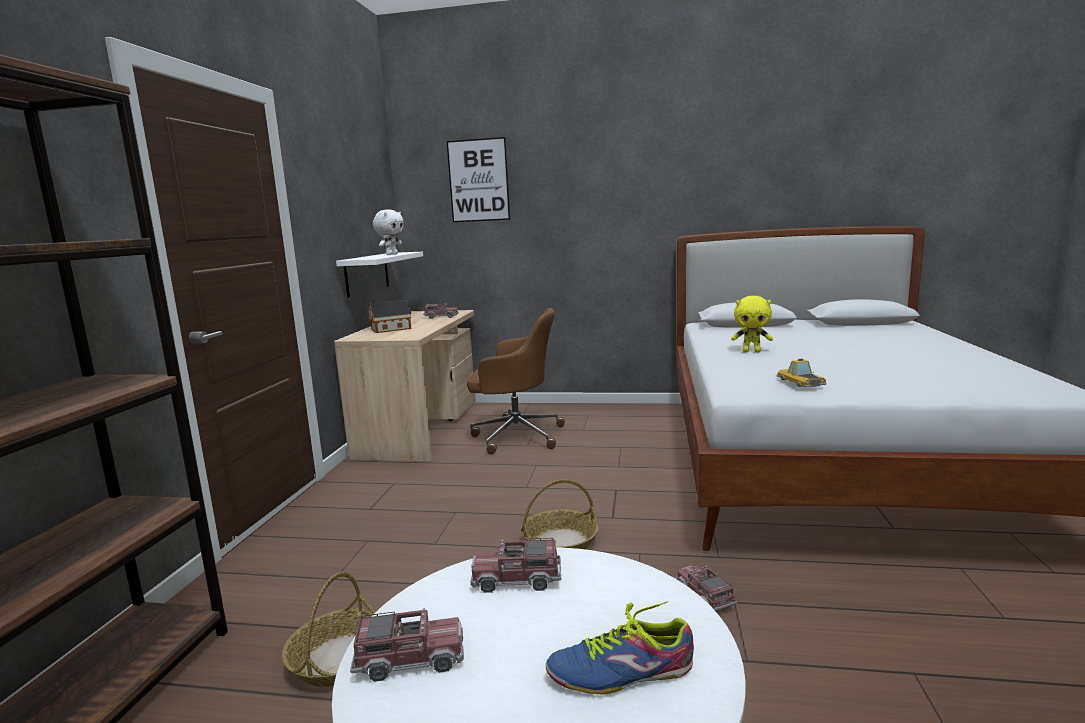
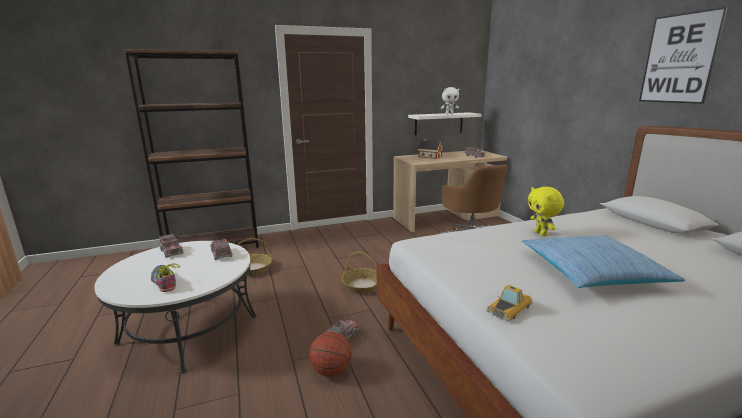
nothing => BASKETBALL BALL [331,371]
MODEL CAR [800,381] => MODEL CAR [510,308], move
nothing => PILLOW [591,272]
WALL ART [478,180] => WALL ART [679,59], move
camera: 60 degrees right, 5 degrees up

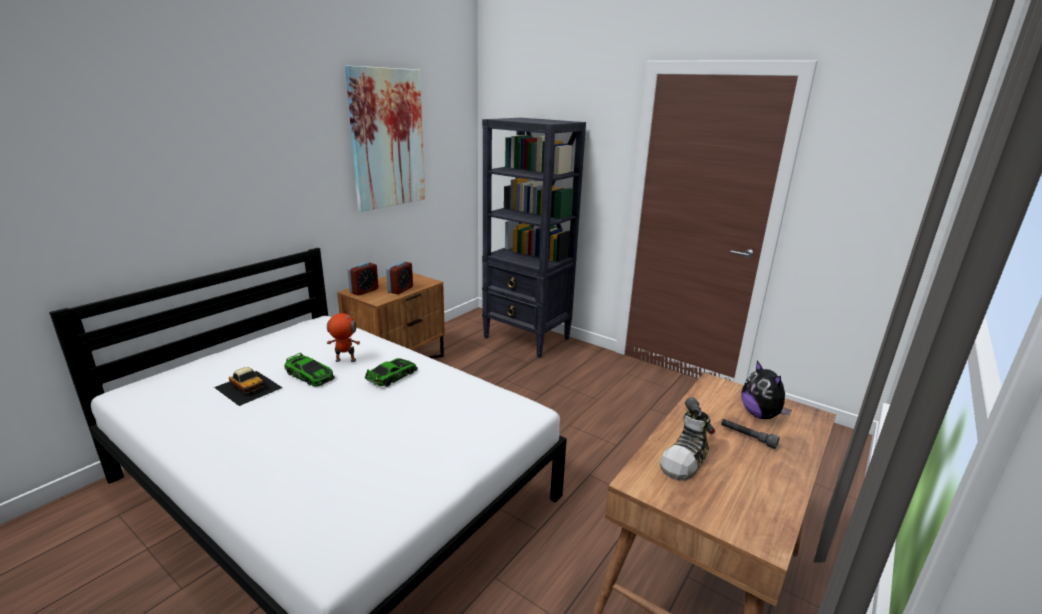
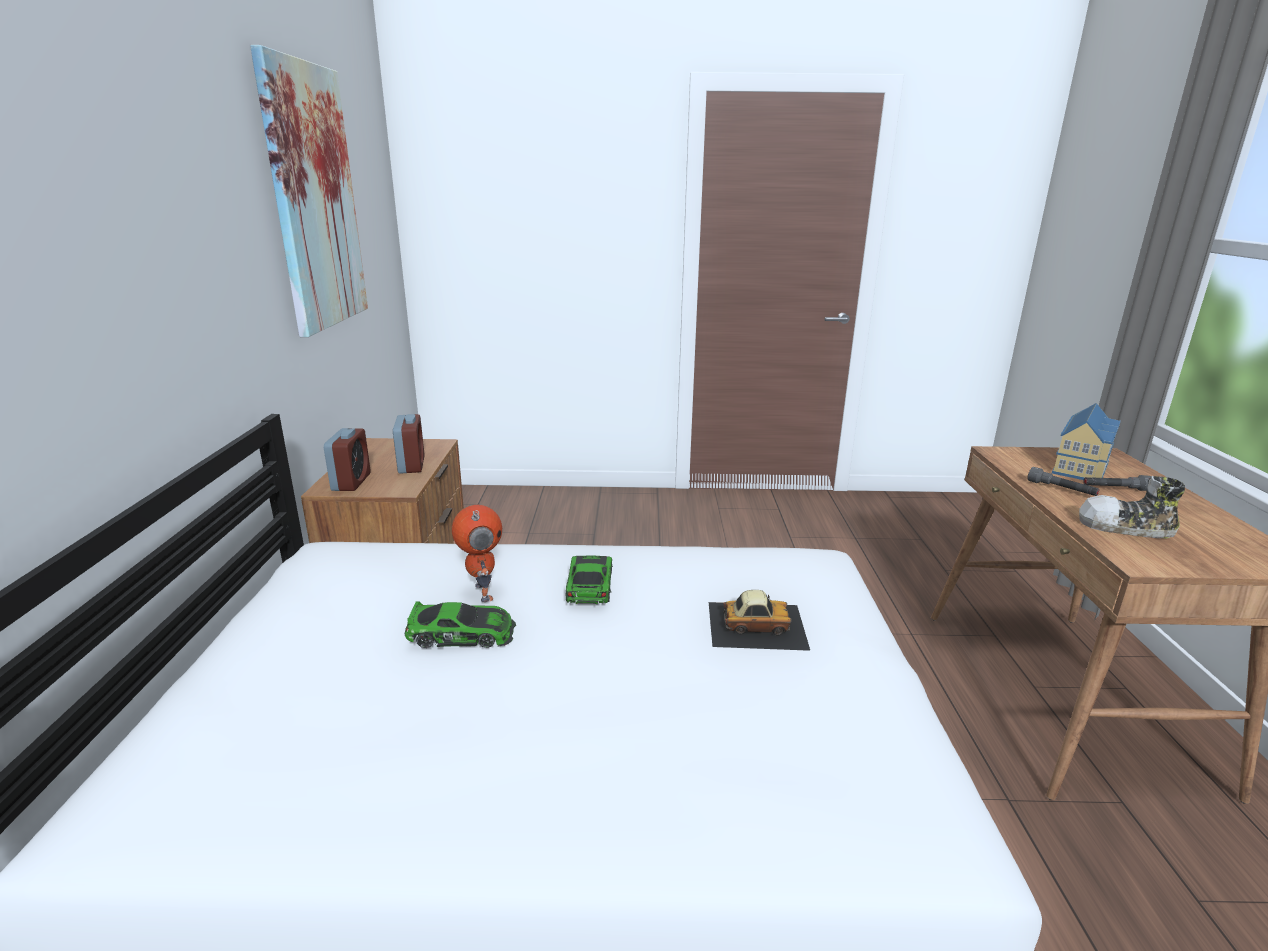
MODEL ROBOT [345,361] => MODEL ROBOT [481,592], 105 degrees clockwise
MODEL CAR [248,387] => MODEL CAR [756,624], move
SOFT TOY [760,415] => MINIATURE HOUSE [1082,467]
ITEM OF FOOTWEAR [686,461] => ITEM OF FOOTWEAR [1126,527], 105 degrees clockwise
BLACKISH BOOKSHELF [527,338] => nothing
camera: 35 degrees left, 0 degrees up

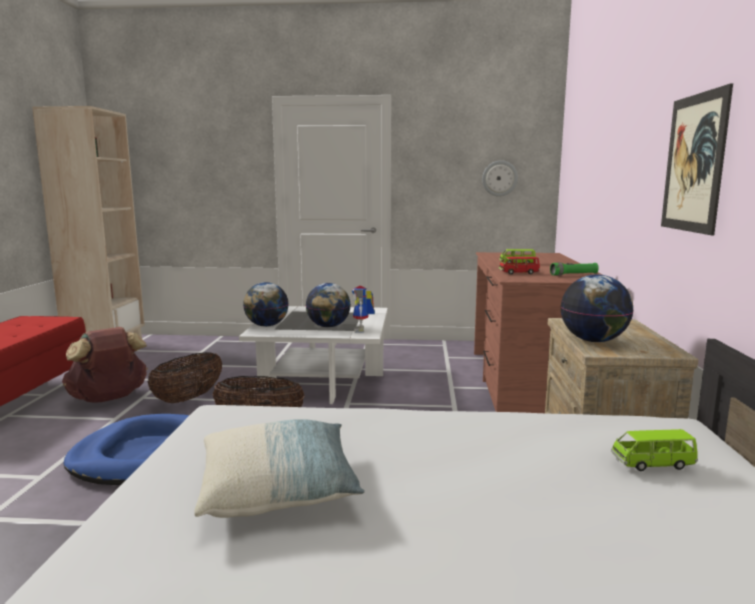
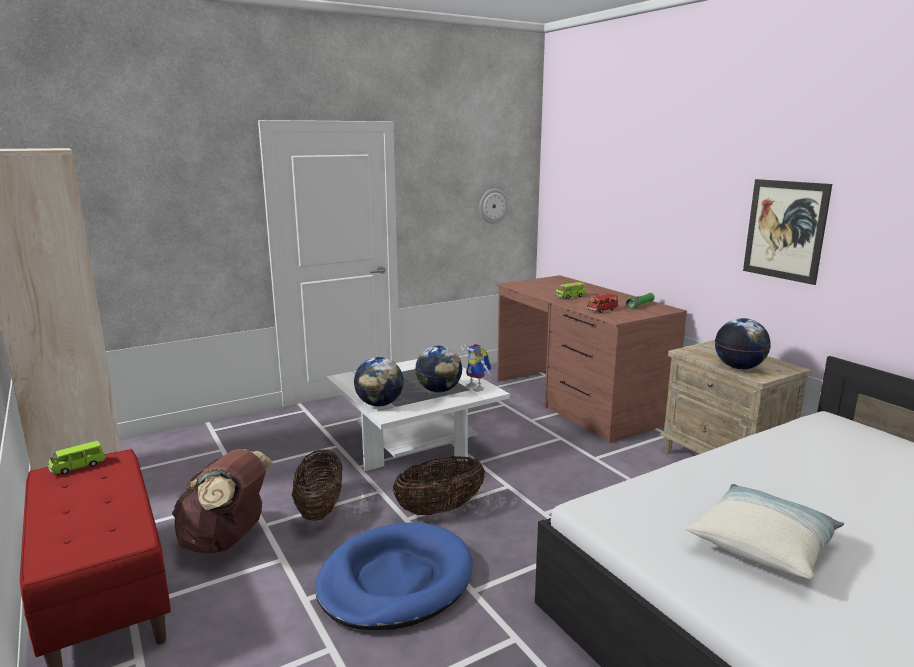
GREEN-COLOURED MODEL CAR [652,463] => GREEN-COLOURED MODEL CAR [78,467], move
camera: 35 degrees left, 5 degrees up

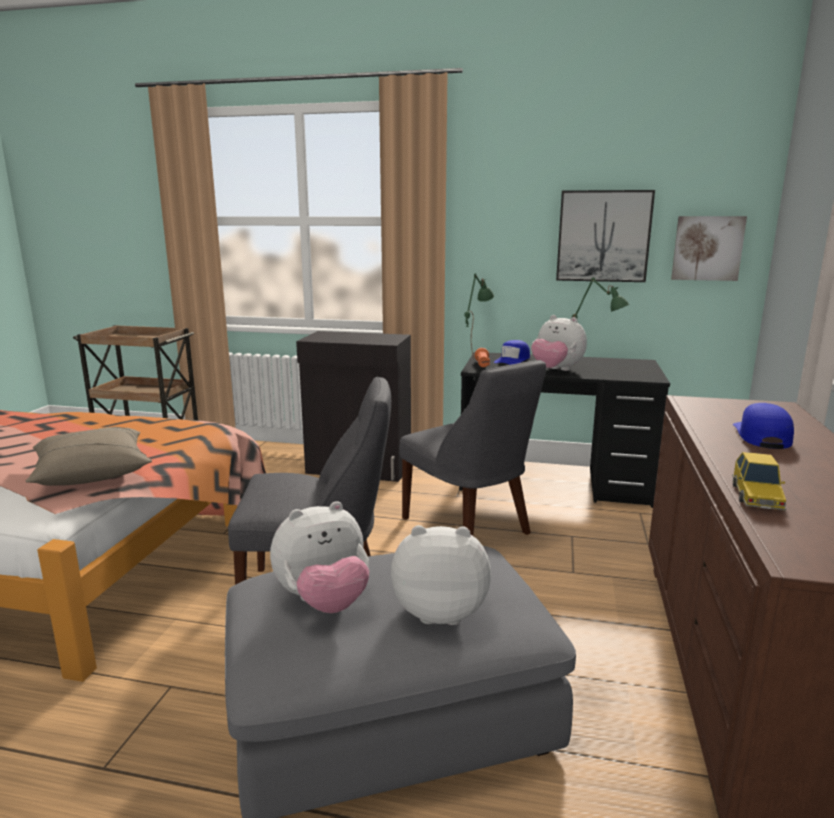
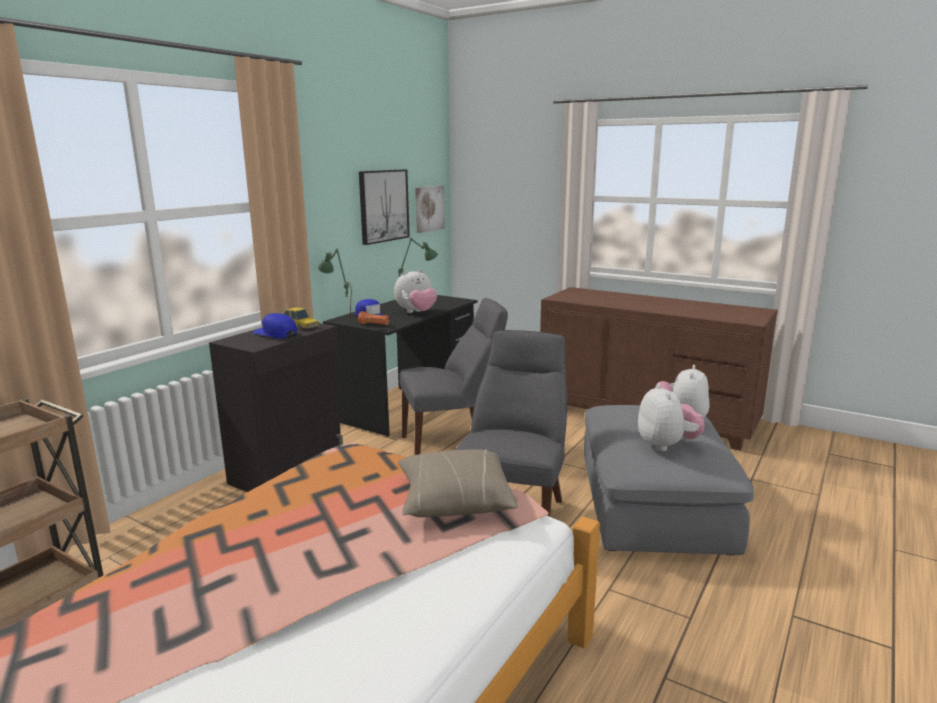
BLUE-COLOURED CAP [761,436] => BLUE-COLOURED CAP [275,334], move
MODEL CAR [757,496] => MODEL CAR [301,326], move
camera: 70 degrees left, 0 degrees up

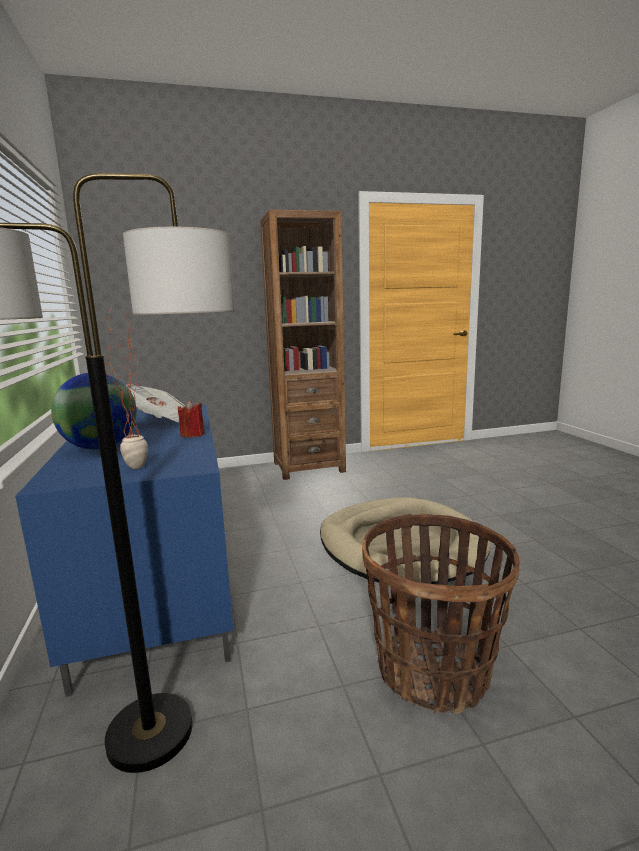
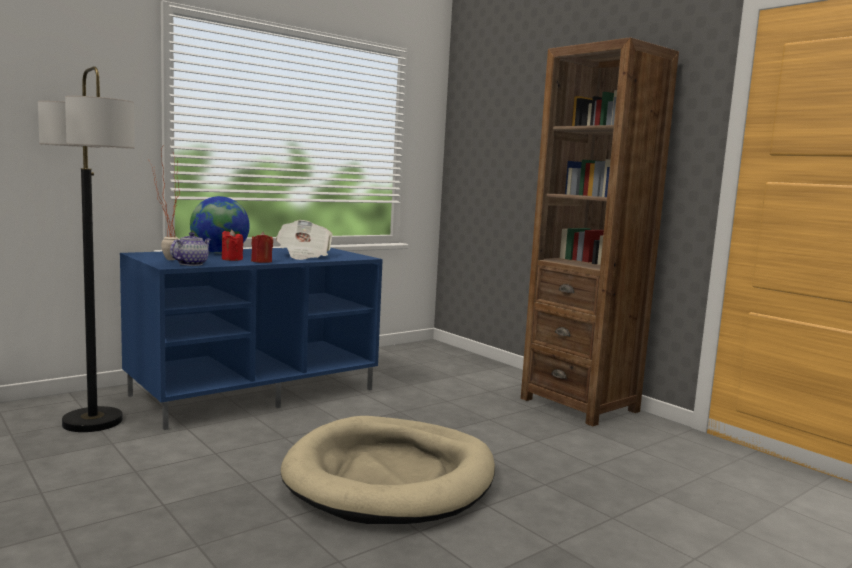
nothing => TEAPOT [191,264]
nothing => RED-COLOURED CANDLE [232,259]
STORAGE BASKET [433,671] => nothing
camera: 65 degrees right, 5 degrees down

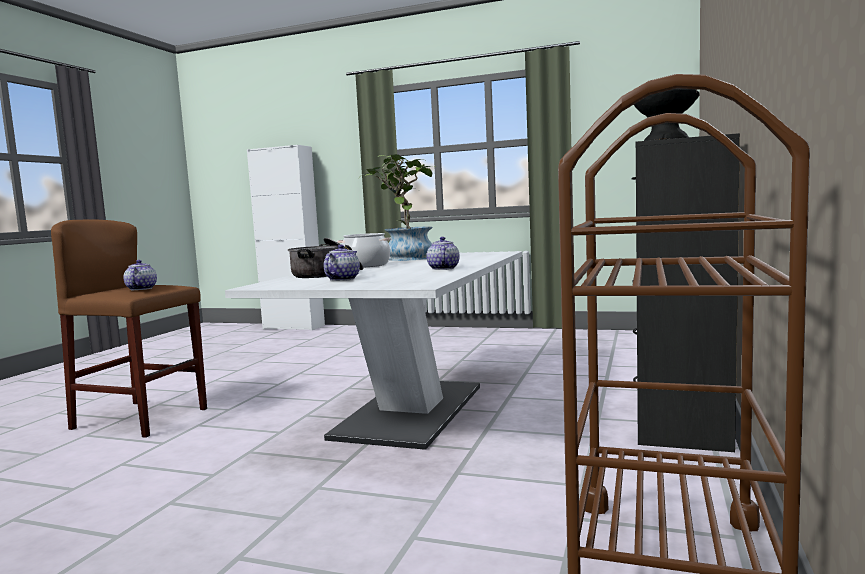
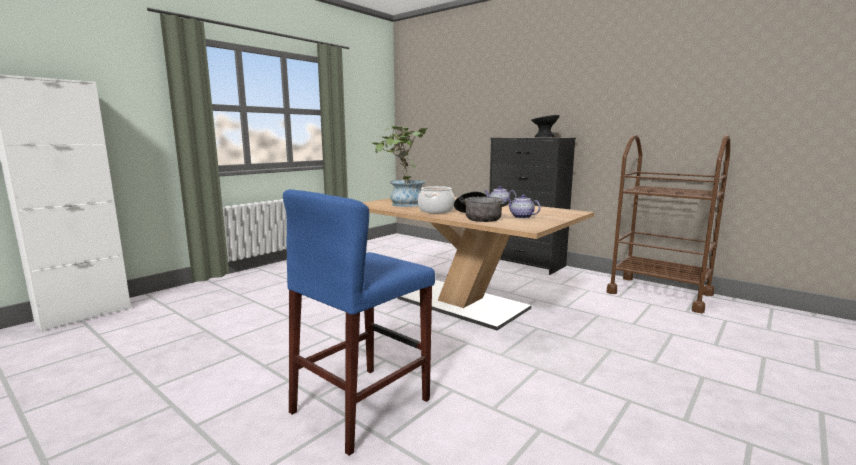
BROWN STOOL SEAT [141,418] => BLUE-COLOURED STOOL SEAT [361,406]
WHITE DINNER TABLE [410,411] => BROWN DINNER TABLE [462,303]
TEAPOT [141,289] => nothing
camera: 70 degrees left, 5 degrees up

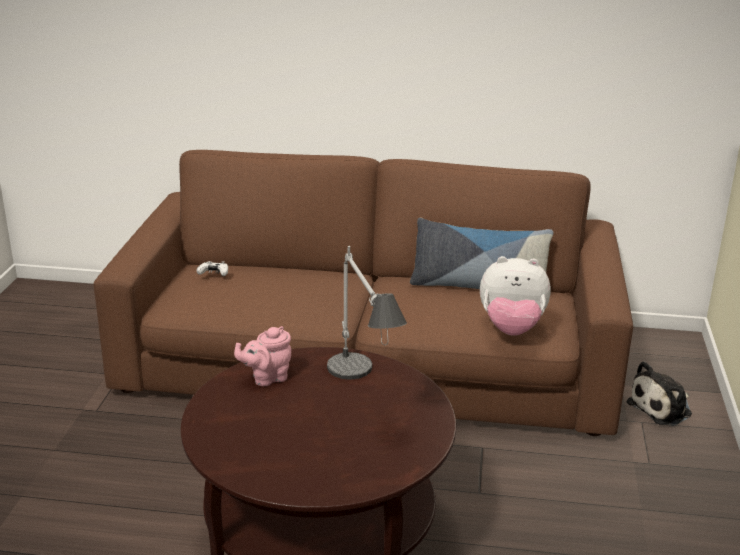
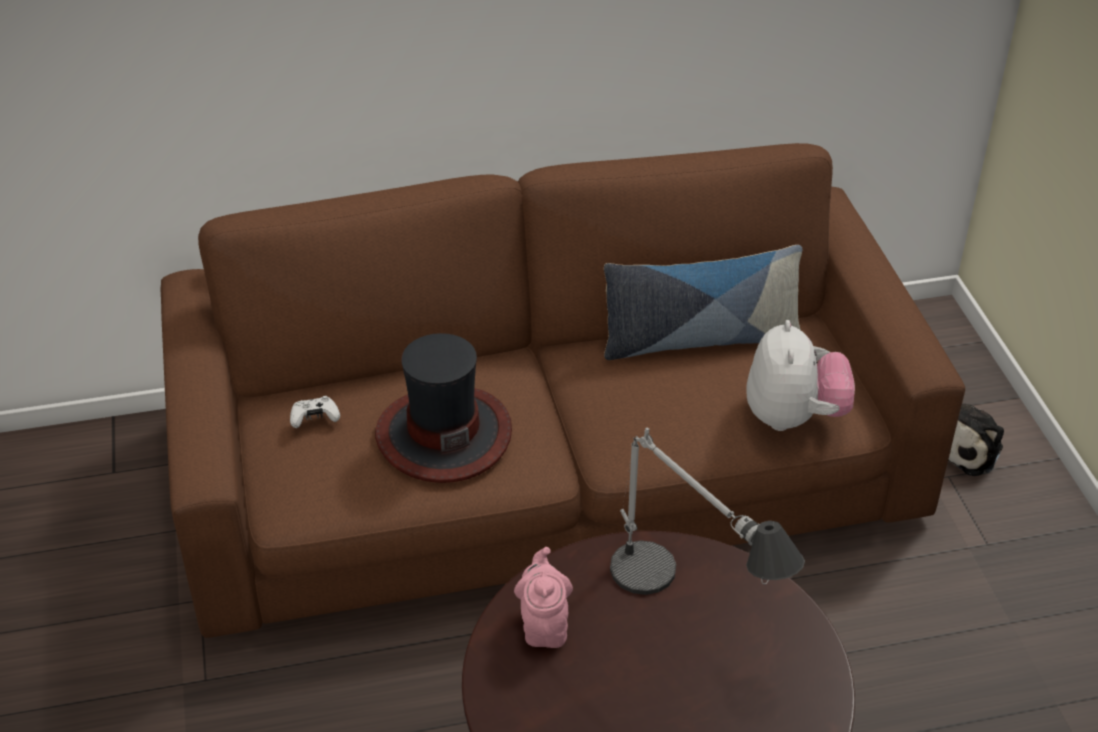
nothing => WEARABLE HAT [443,434]
PINKISH TEAPOT [267,378] => PINKISH TEAPOT [544,625], 135 degrees clockwise
SOFT TOY [511,329] => SOFT TOY [793,417], 75 degrees counterclockwise
camera: 20 degrees left, 15 degrees up

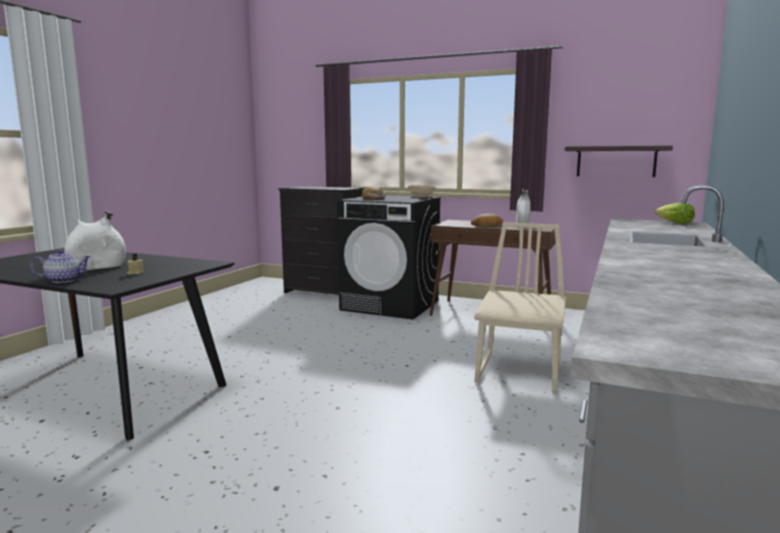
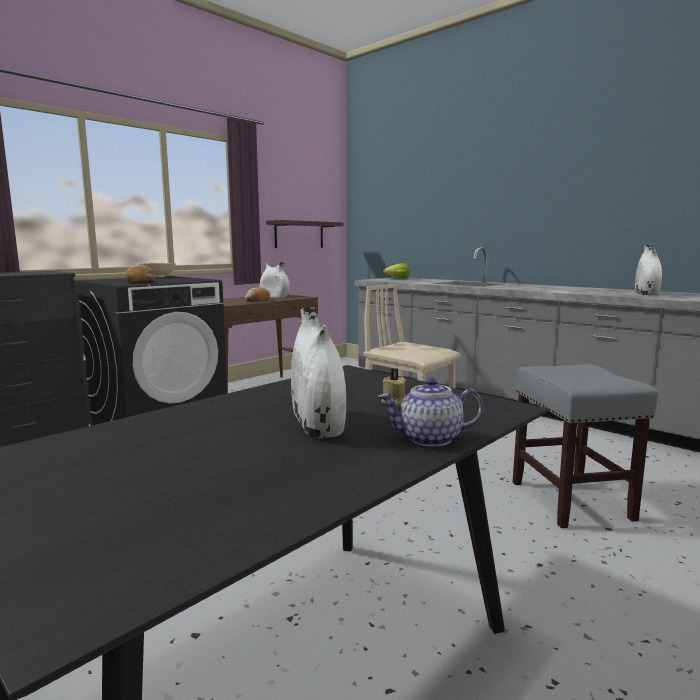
TEAPOT [64,280] => TEAPOT [429,439], 90 degrees counterclockwise
nothing => GREY STOOL SEAT [572,501]
nothing => WHITE DECORATIVE VASE [646,294]
camera: 70 degrees left, 0 degrees up

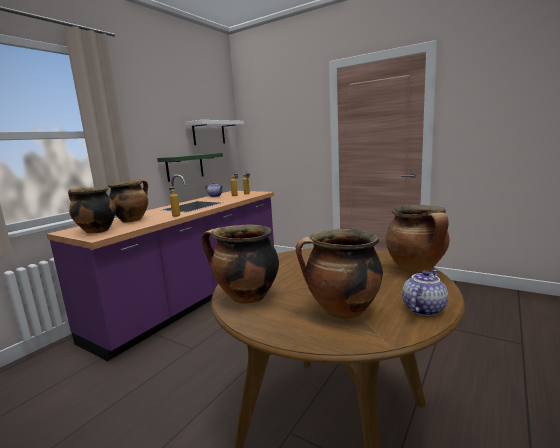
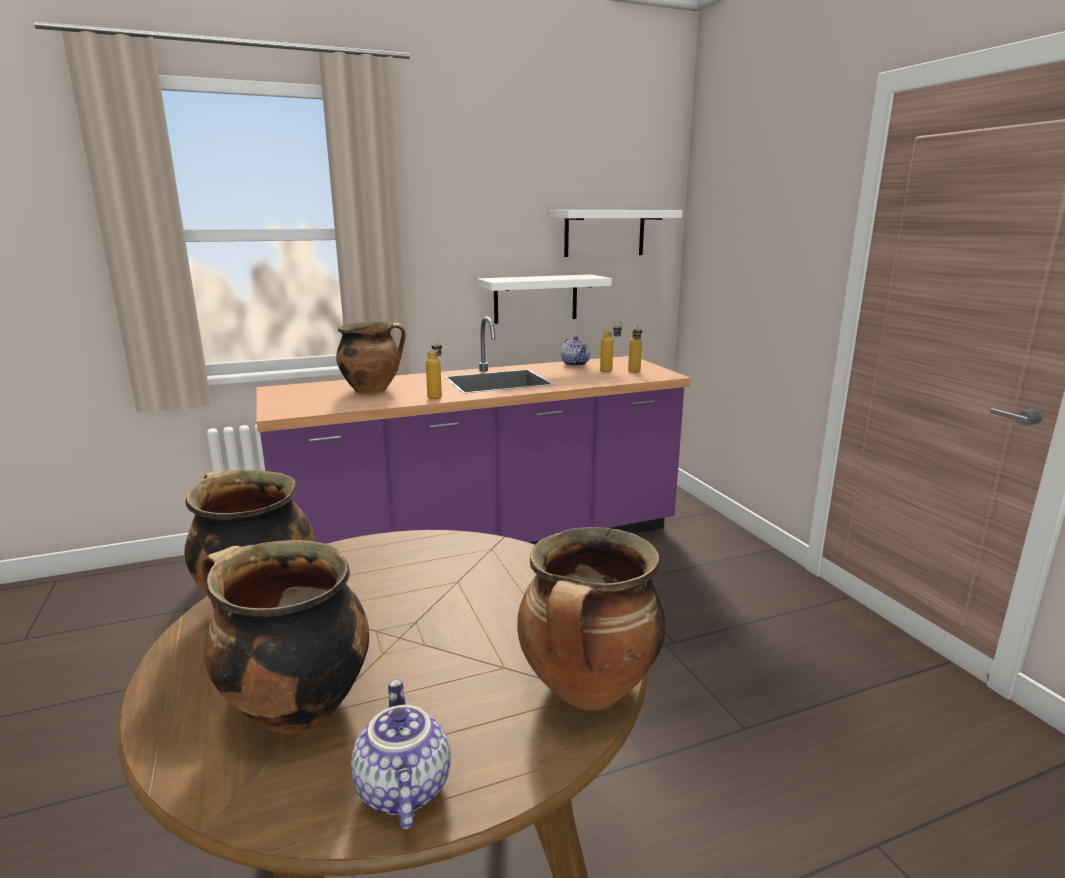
TEAPOT [422,309] => TEAPOT [401,788], 90 degrees counterclockwise
GREEN-COLOURED BRACKET SHELF [185,167] => WHITE BRACKET SHELF [535,298]
SAUCEPOT [96,231] => nothing
camera: 35 degrees right, 5 degrees up

